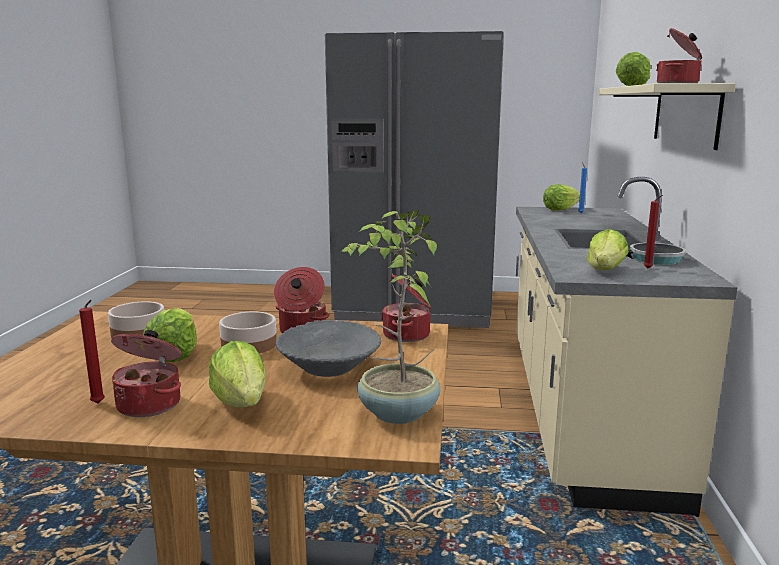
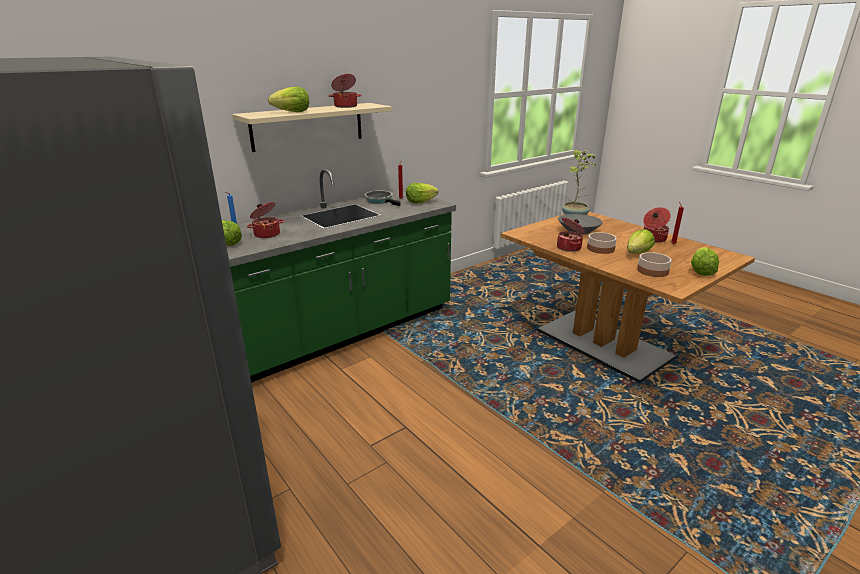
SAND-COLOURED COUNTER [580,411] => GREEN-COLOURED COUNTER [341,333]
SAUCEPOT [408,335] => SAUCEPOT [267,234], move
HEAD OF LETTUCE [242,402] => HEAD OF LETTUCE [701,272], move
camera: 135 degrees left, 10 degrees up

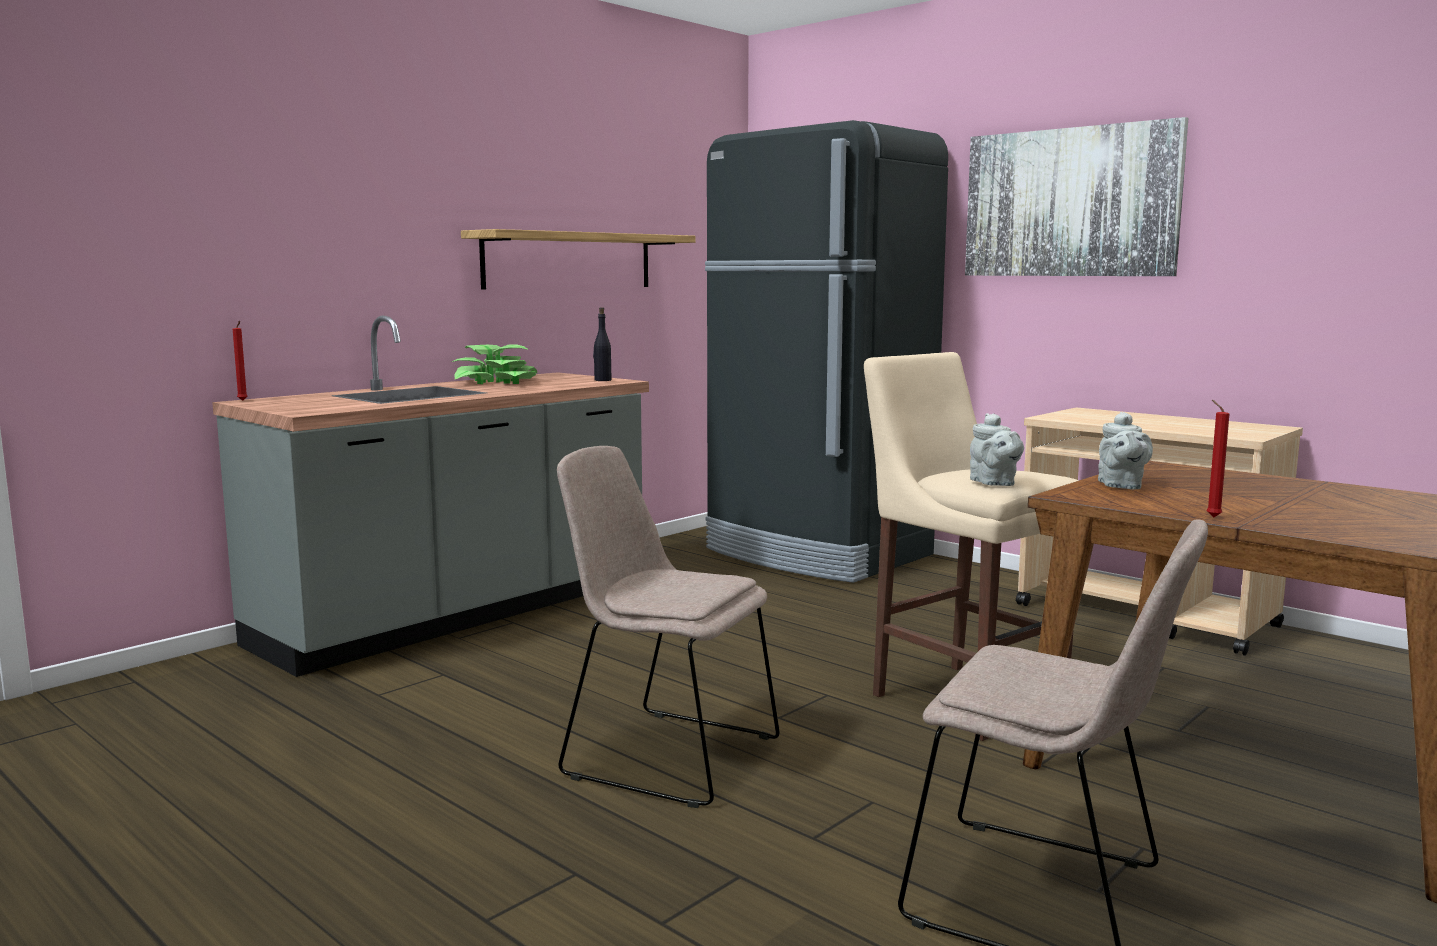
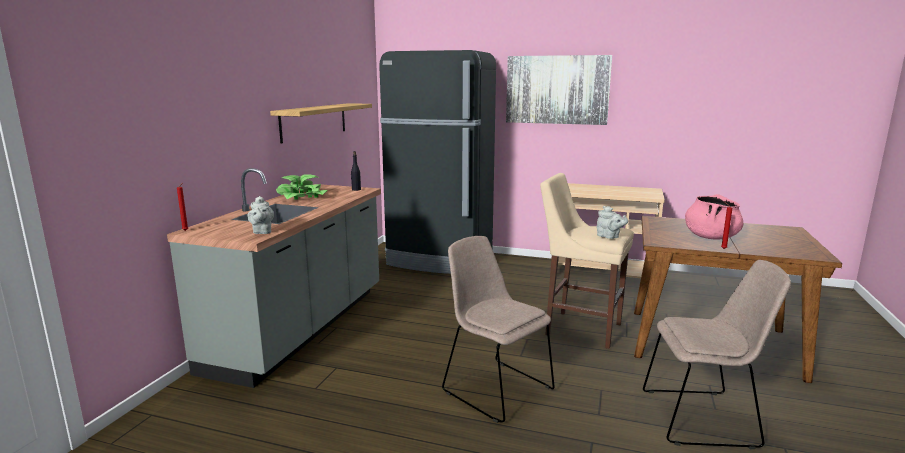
GREY TEAPOT [1120,486] => GREY TEAPOT [262,232], move
SAND-COLOURED UPRIGHT CHAIR [665,755] => SAND-COLOURED UPRIGHT CHAIR [495,388], 45 degrees clockwise
nothing => PINKISH SAUCEPOT [711,237]
camera: 25 degrees left, 5 degrees up

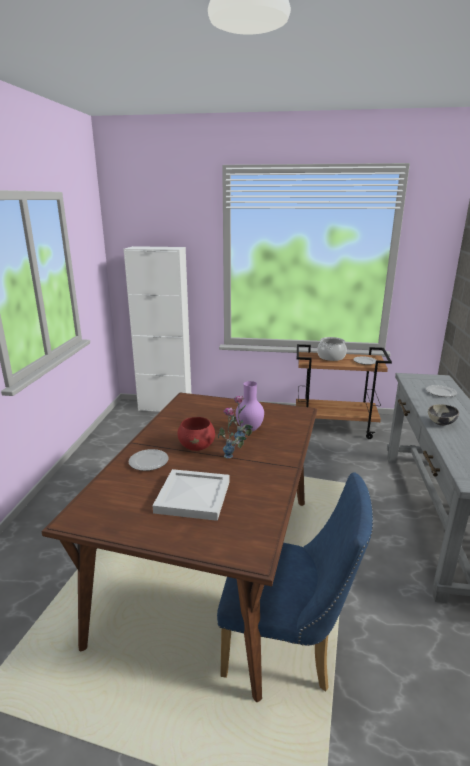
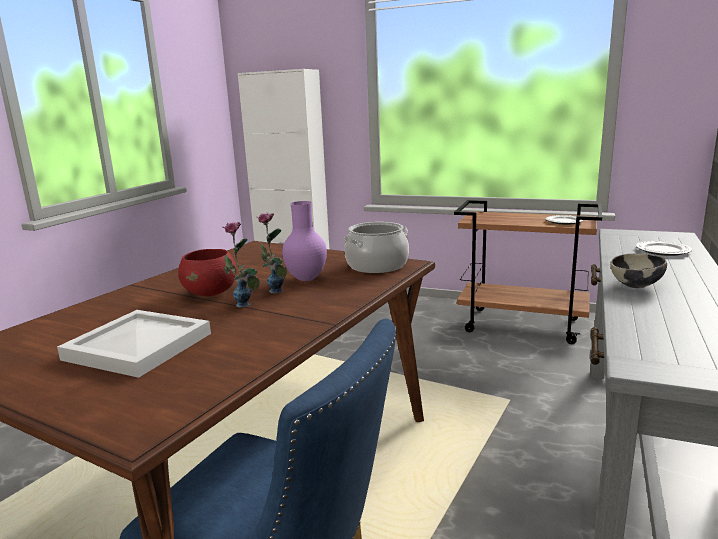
SAUCEPOT [331,357] => SAUCEPOT [376,265], move
PLATE [148,462] => nothing
camera: 15 degrees right, 5 degrees down

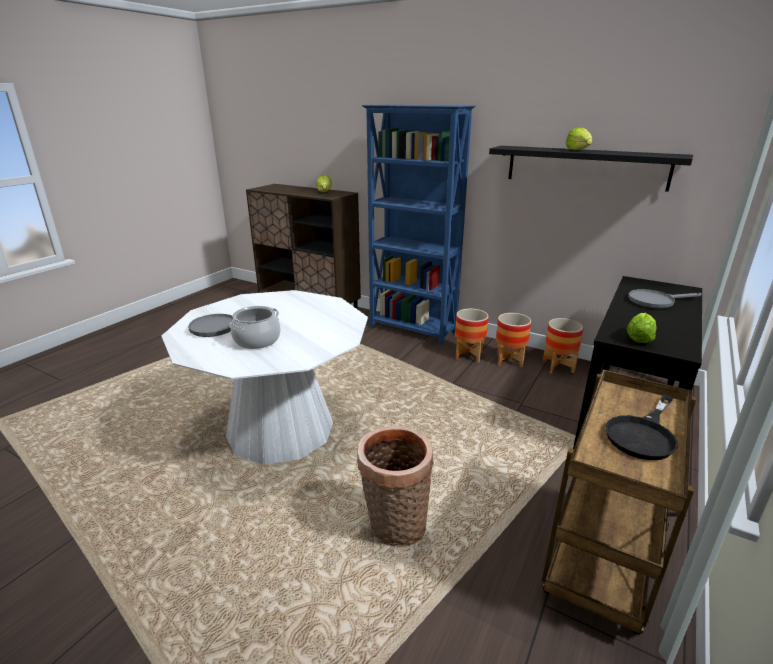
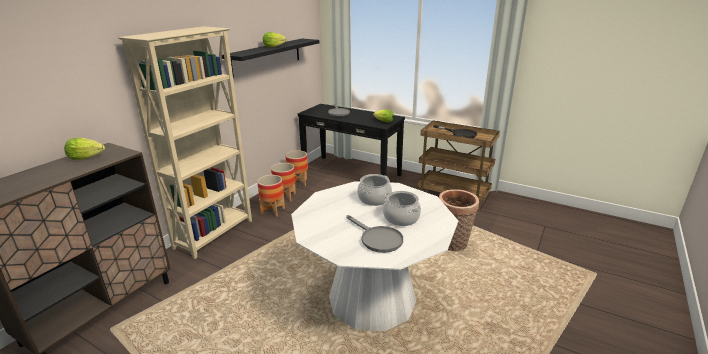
BLUE-COLOURED BOOKSHELF [413,330] => SAND-COLOURED BOOKSHELF [215,234]
nothing => SAUCEPOT [374,199]
camera: 90 degrees left, 0 degrees up

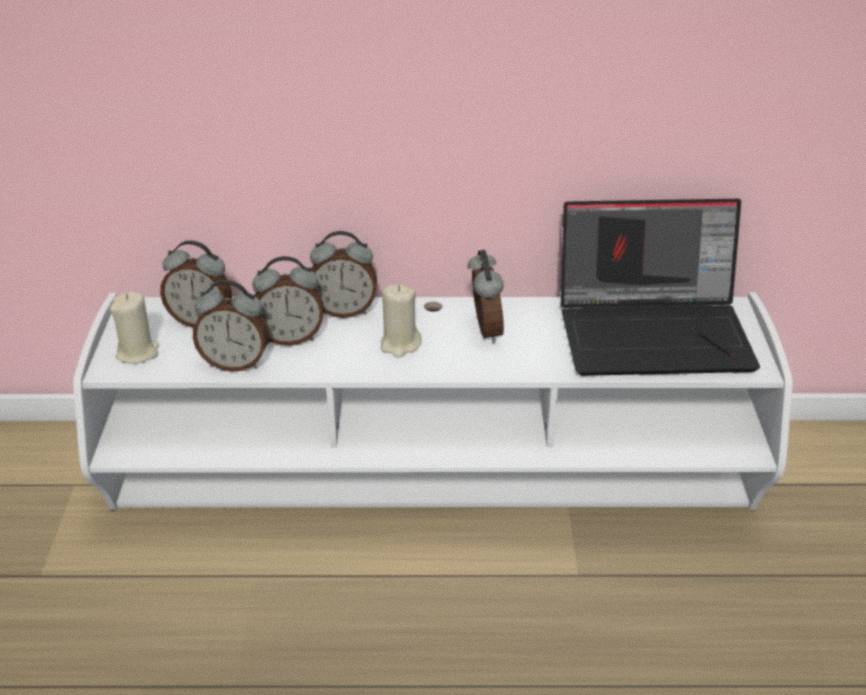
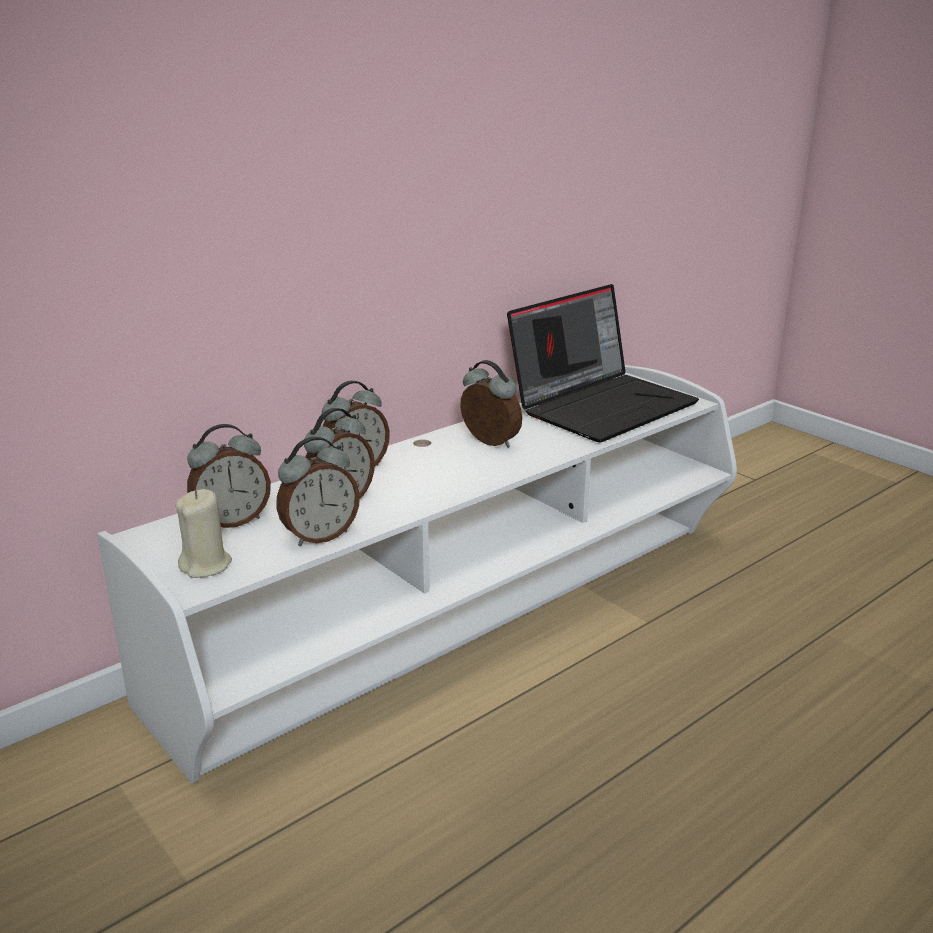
SAND-COLOURED CANDLE [400,345] => nothing
camera: 40 degrees left, 10 degrees down

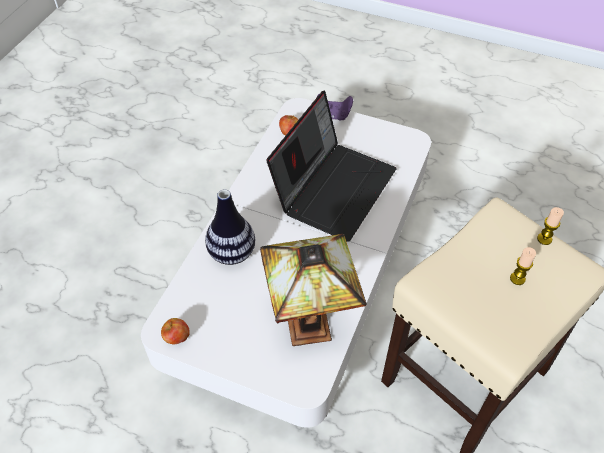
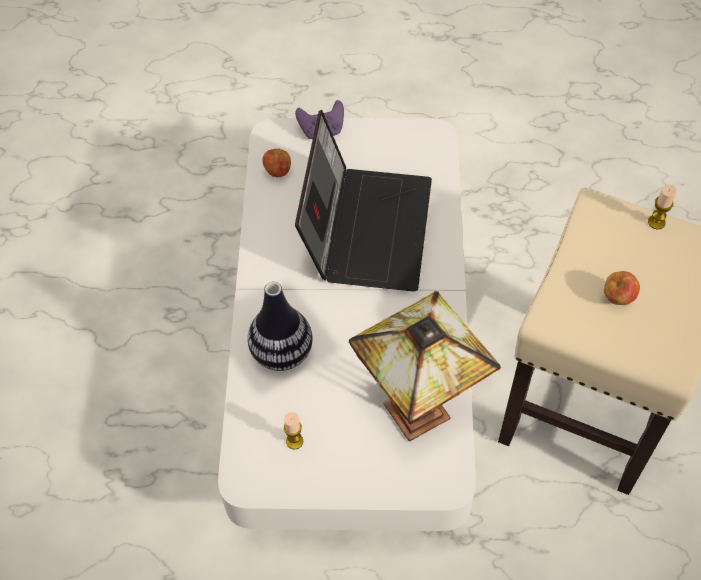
CANDLE [517,278] => CANDLE [294,441], move
APPLE FRUIT [177,338] => APPLE FRUIT [618,298], move
camera: 20 degrees left, 5 degrees up

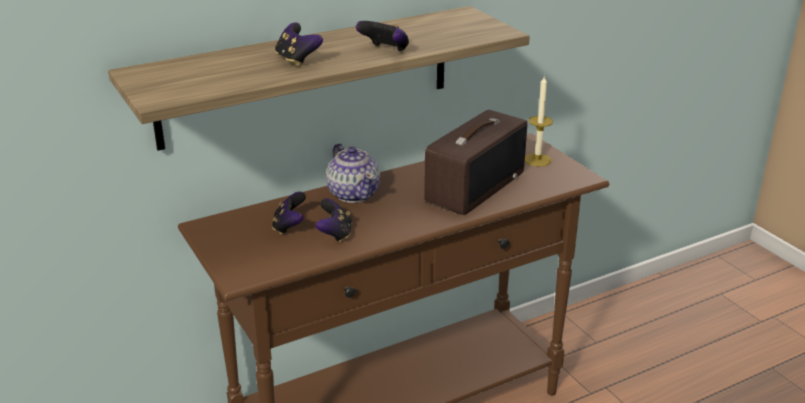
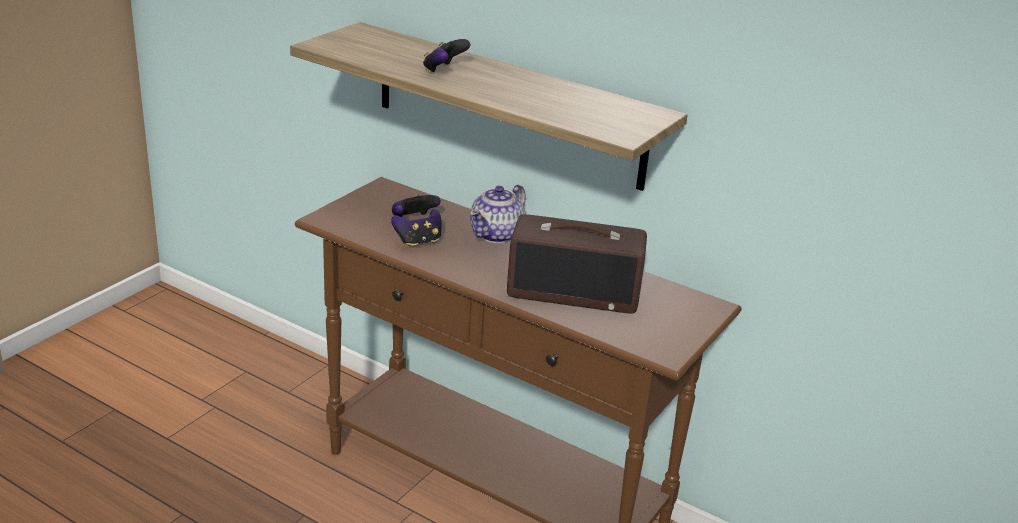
GAME CONTROLLER [385,51] => nothing
CANDLE [537,160] => nothing
camera: 60 degrees right, 0 degrees up

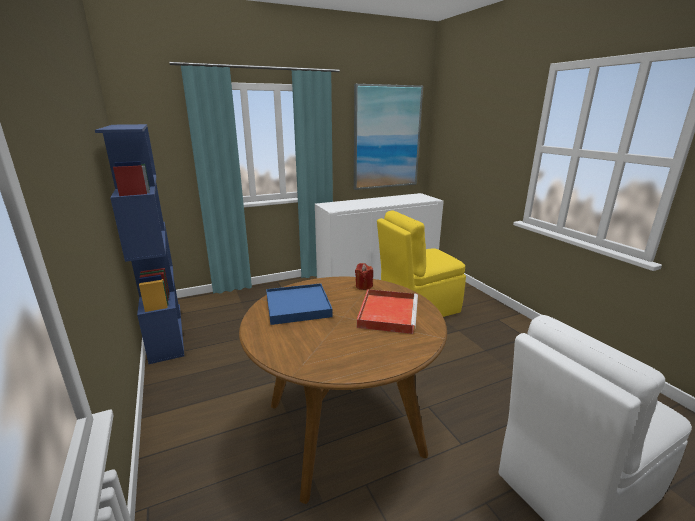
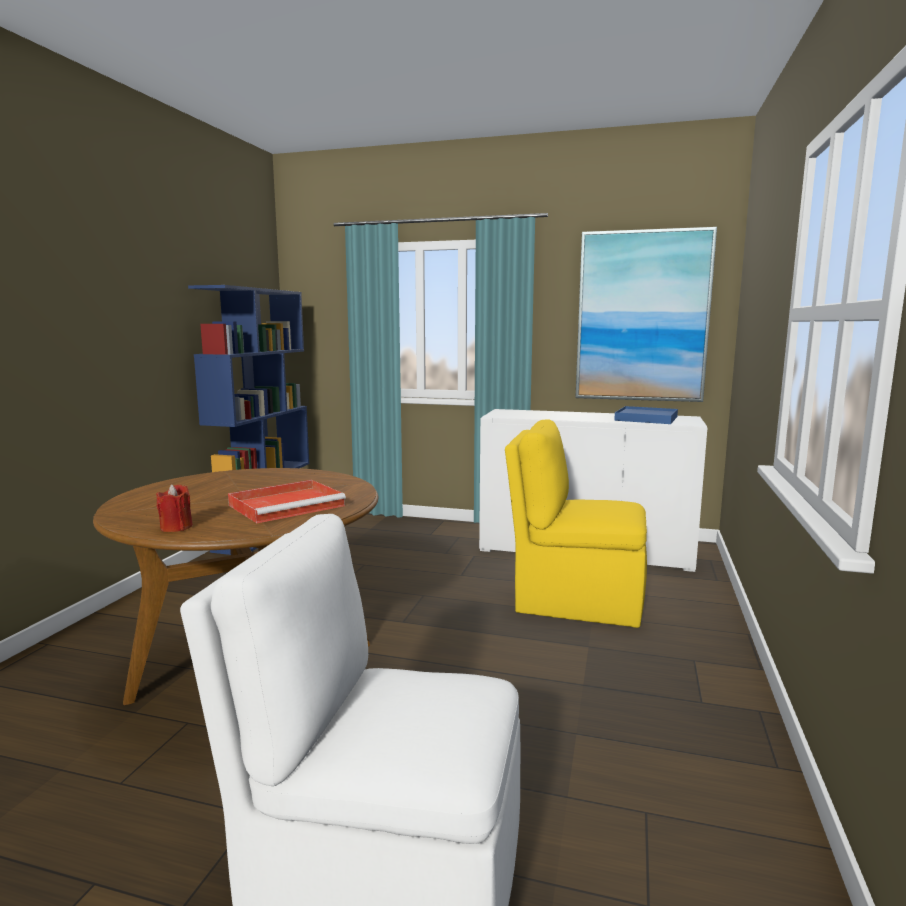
RED-COLOURED CANDLE [363,286] => RED-COLOURED CANDLE [176,527], move
BLUE-COLOURED CARRYING TRAY [298,306] => BLUE-COLOURED CARRYING TRAY [646,418], move
camera: 40 degrees right, 10 degrees down

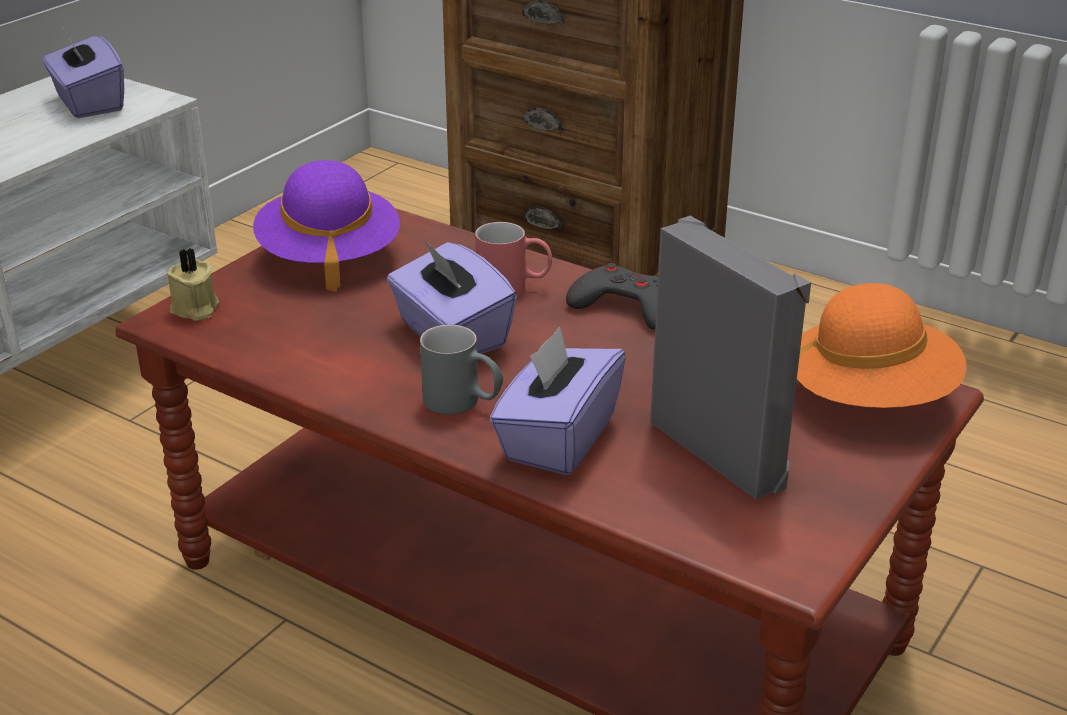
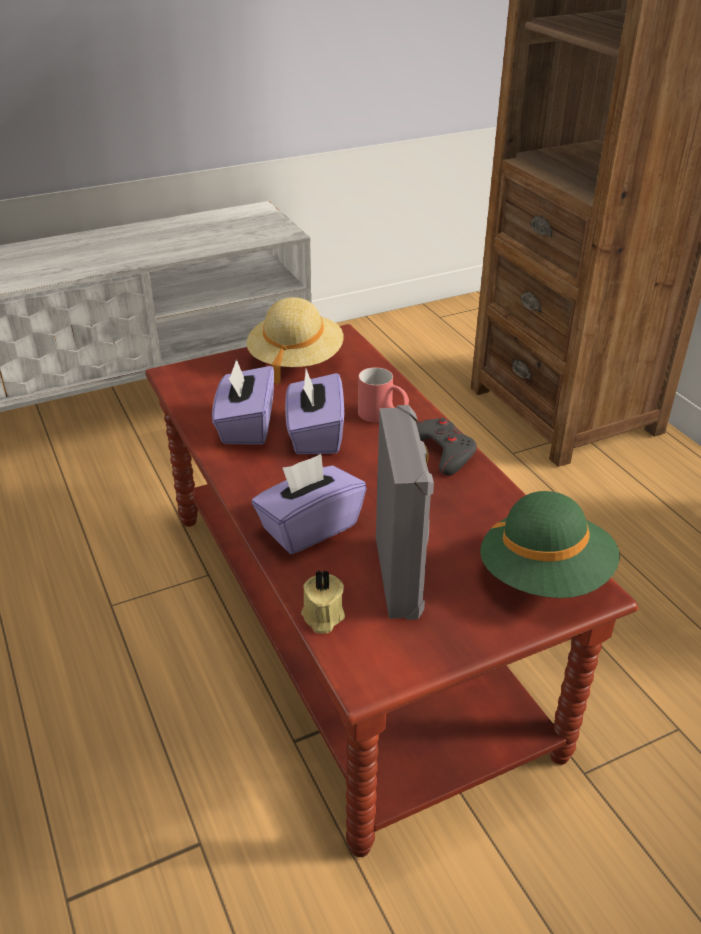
PURPLE-COLOURED TISSUE BOX [88,103] => PURPLE-COLOURED TISSUE BOX [246,426], move
PURPLE-COLOURED WEARABLE HAT [329,257] => SAND-COLOURED WEARABLE HAT [295,360]
SAND-COLOURED CANDLE [195,309] => SAND-COLOURED CANDLE [322,617], move
ORANGE-COLOURED WEARABLE HAT [871,397] => GREEN-COLOURED WEARABLE HAT [544,576]
GREY COFFEE MUG [463,403] => nothing
camera: 30 degrees right, 5 degrees up

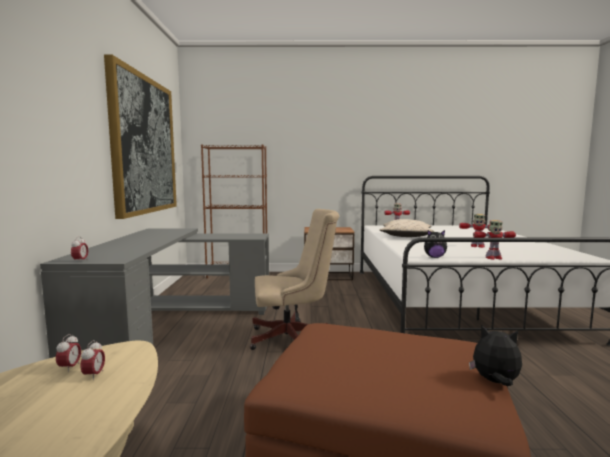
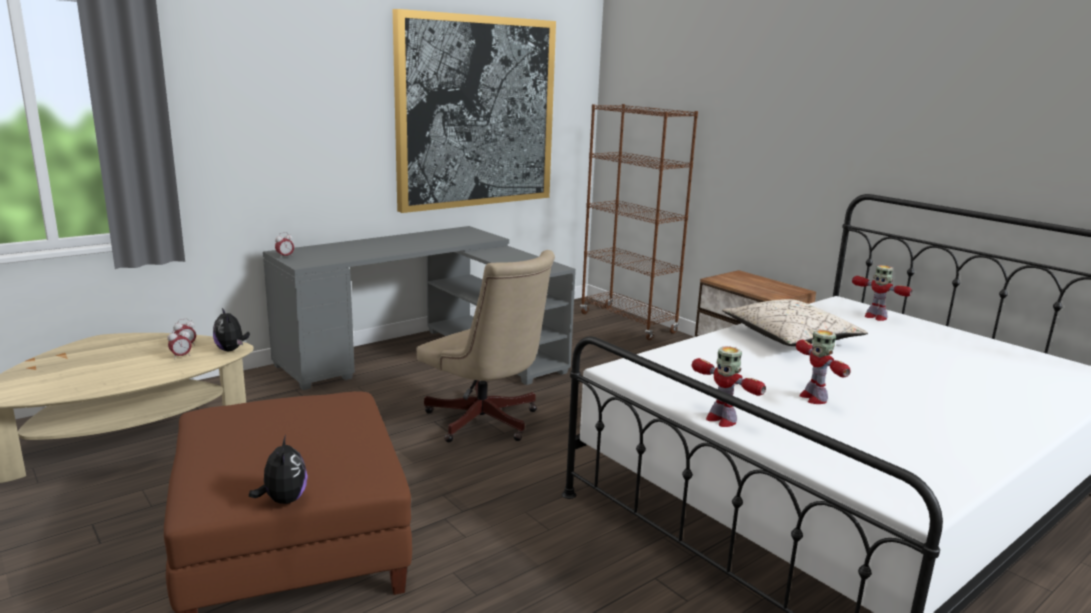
SOFT TOY [434,257] => SOFT TOY [231,350], move
camera: 50 degrees right, 10 degrees up

